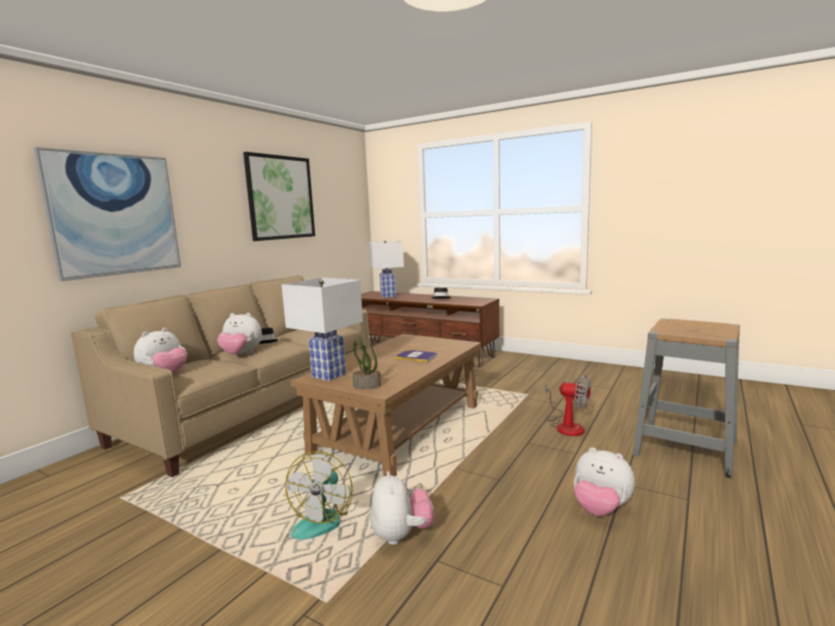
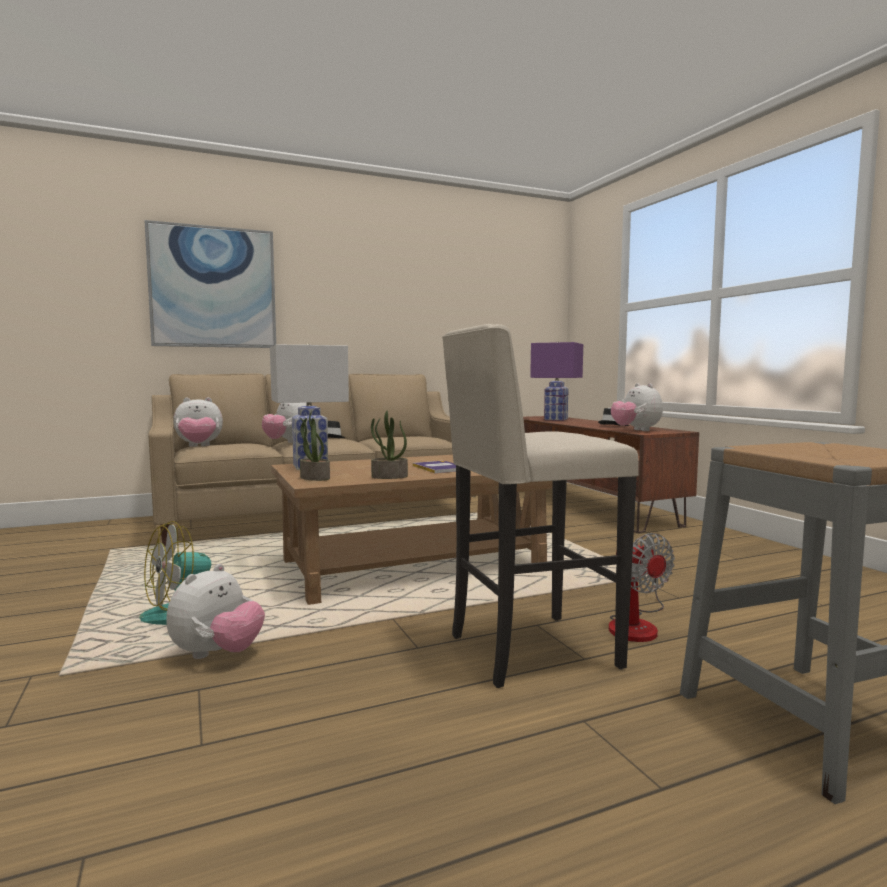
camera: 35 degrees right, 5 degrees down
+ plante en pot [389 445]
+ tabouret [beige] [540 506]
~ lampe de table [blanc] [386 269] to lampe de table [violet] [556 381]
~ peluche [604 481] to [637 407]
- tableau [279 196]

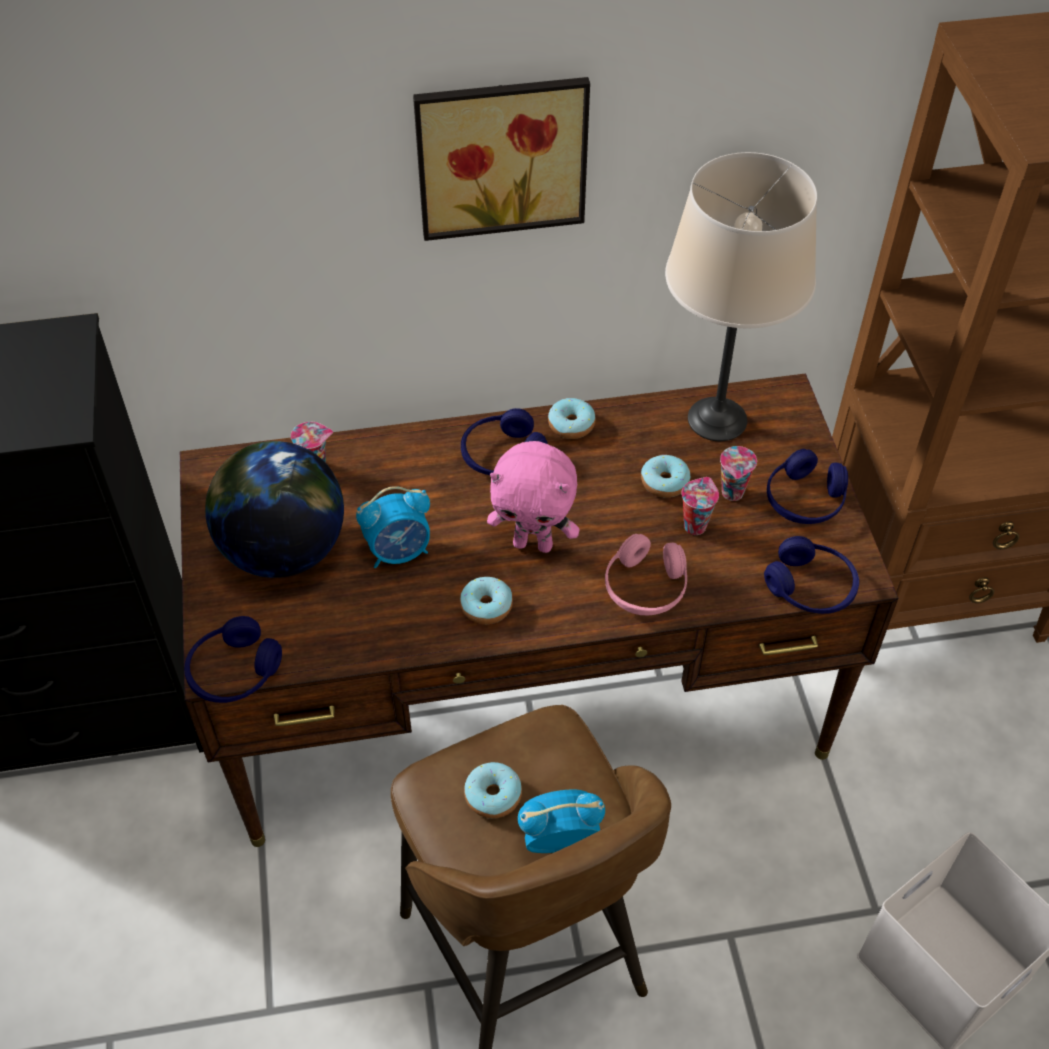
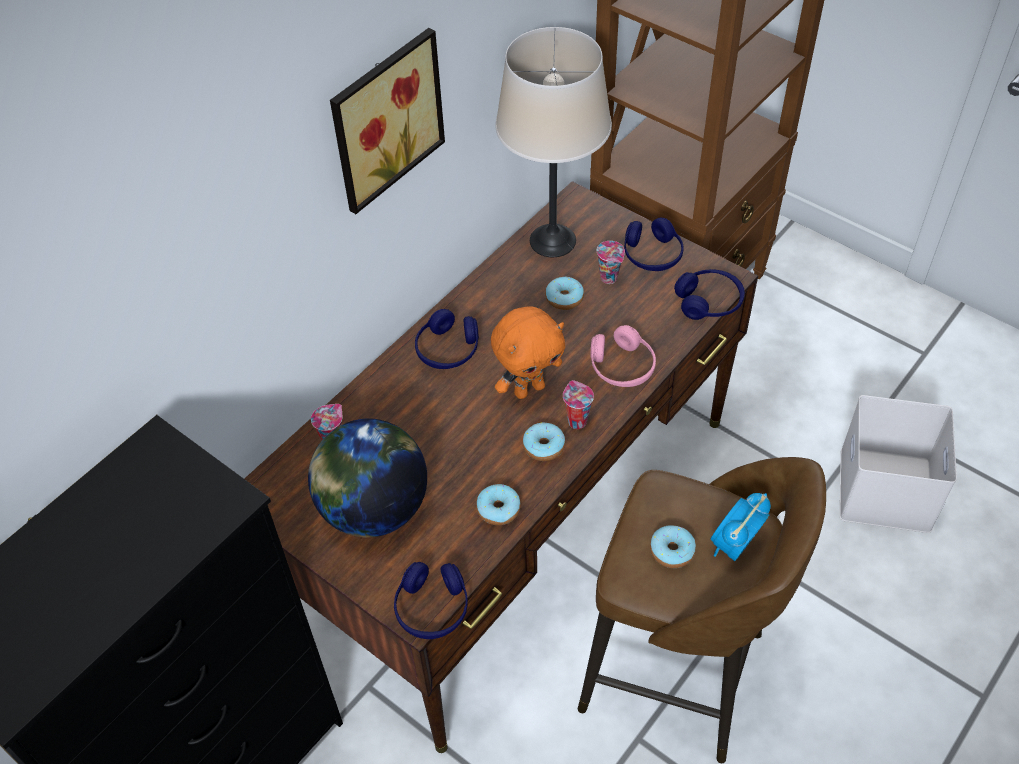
camera: 40 degrees left, 0 degrees up
~ beignet [572 418] to [498 504]
~ peluche [rose] [533 497] to peluche [orange] [528 353]
~ tasse [700 506] to [578 404]
- réveil [393 527]

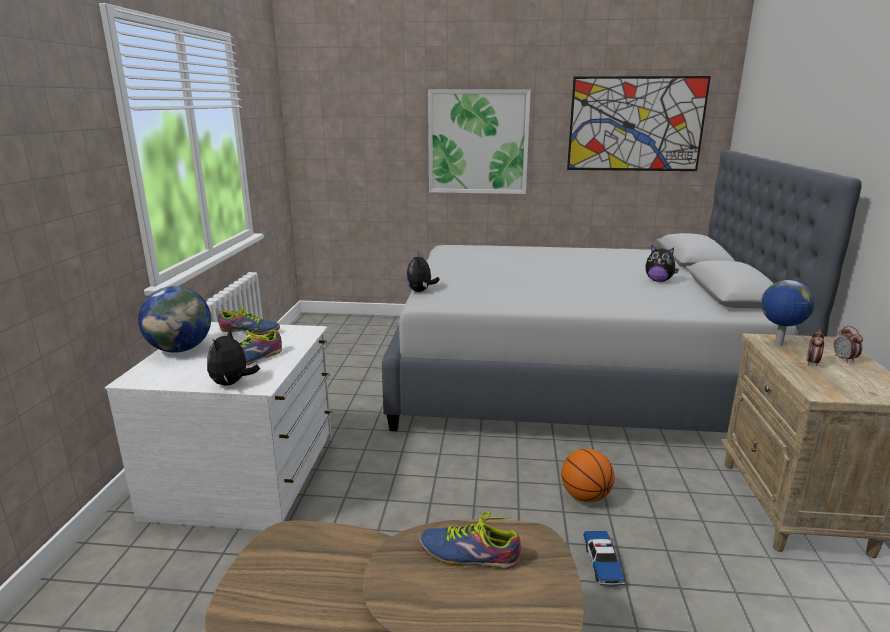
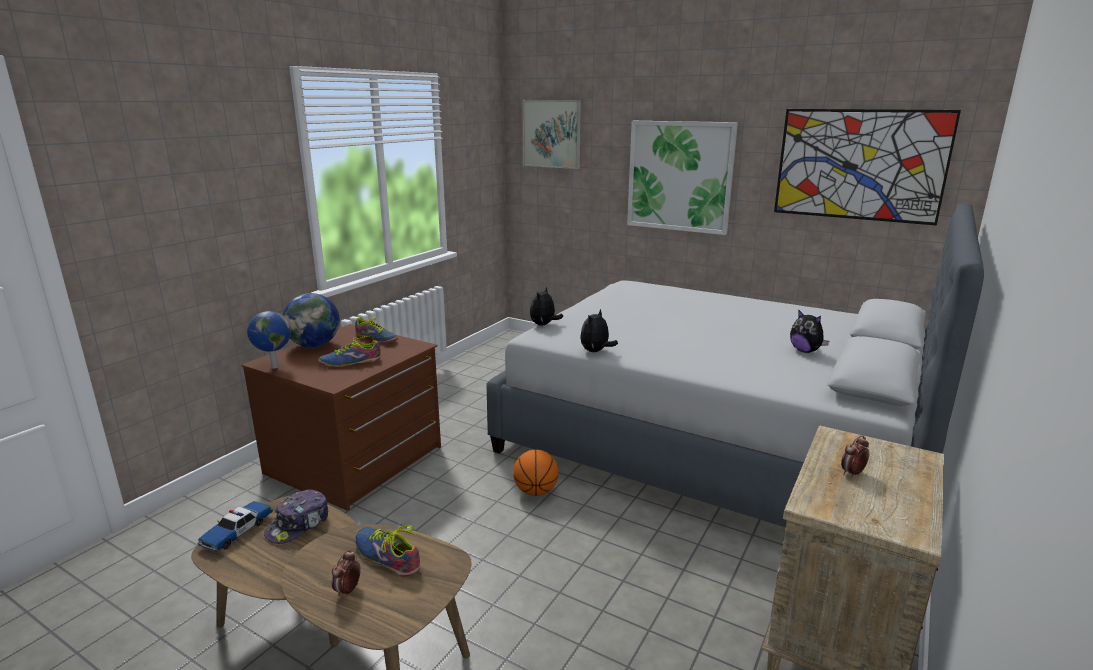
camera: 25 degrees right, 0 degrees up
~ petite voiture [604 559] to [235 526]
~ commode [blanc] [219 426] to commode [marron] [341 417]
~ globe [788 313] to [269 340]
+ casquette [296 517]
~ réveil [848 344] to [346 573]
~ ballon de basket [587 475] to [536 473]
+ tableau [551 134]
~ peluche [233 357] to [599 330]

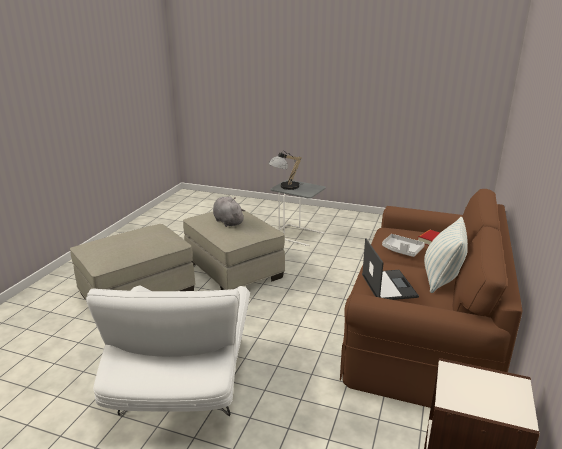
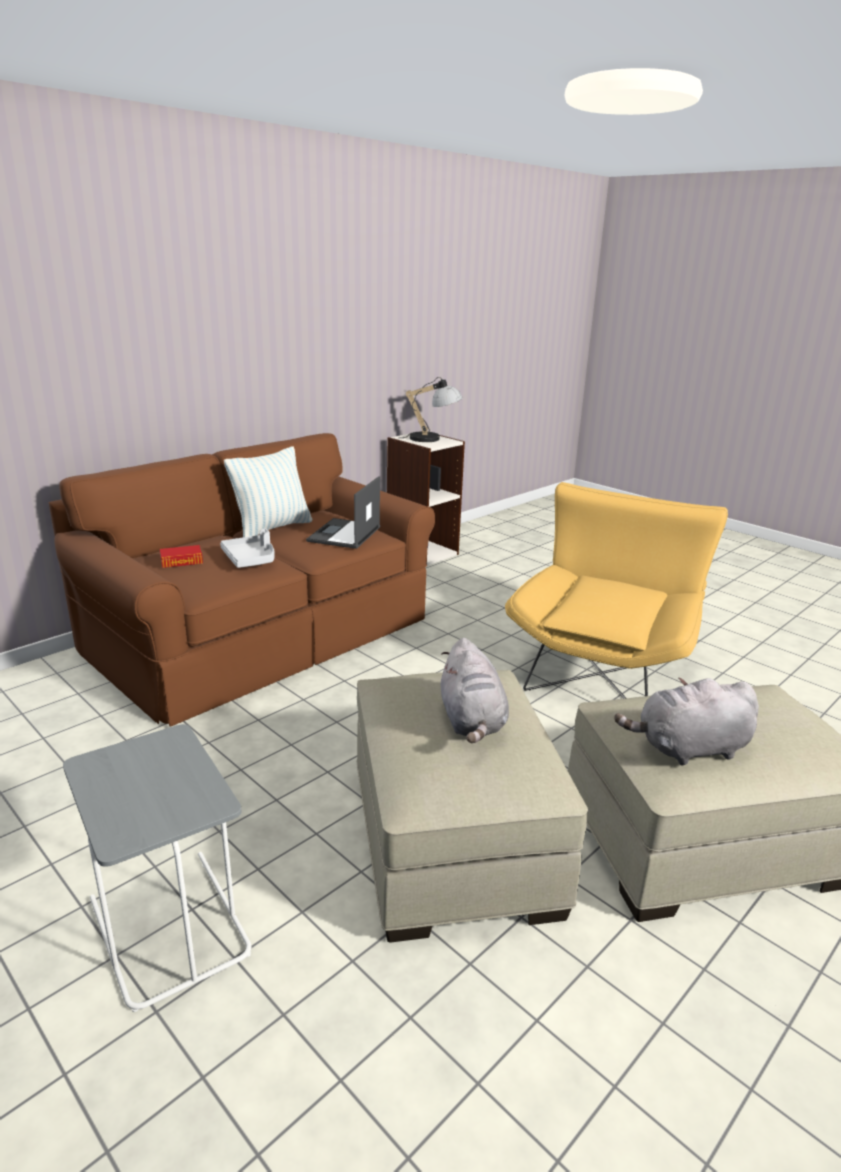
camera: 155 degrees left, 0 degrees up
~ lampe de table [285 170] to [430 409]
~ fauteuil [blanc] [168 351] to fauteuil [jaune] [616 590]
+ peluche [gris] [687 721]

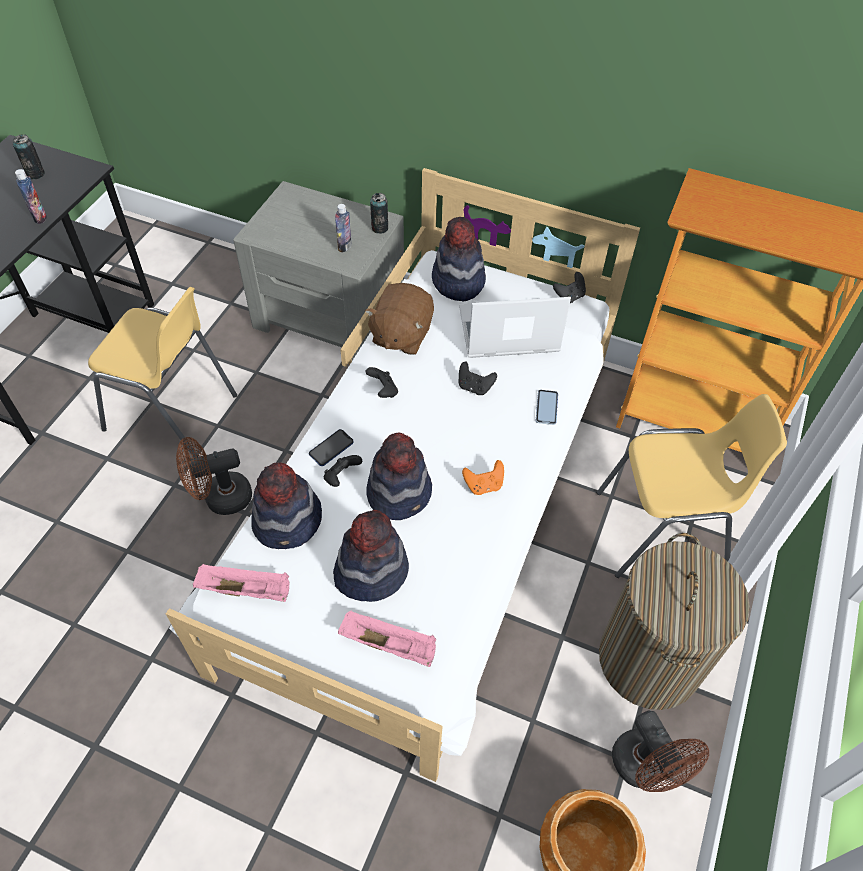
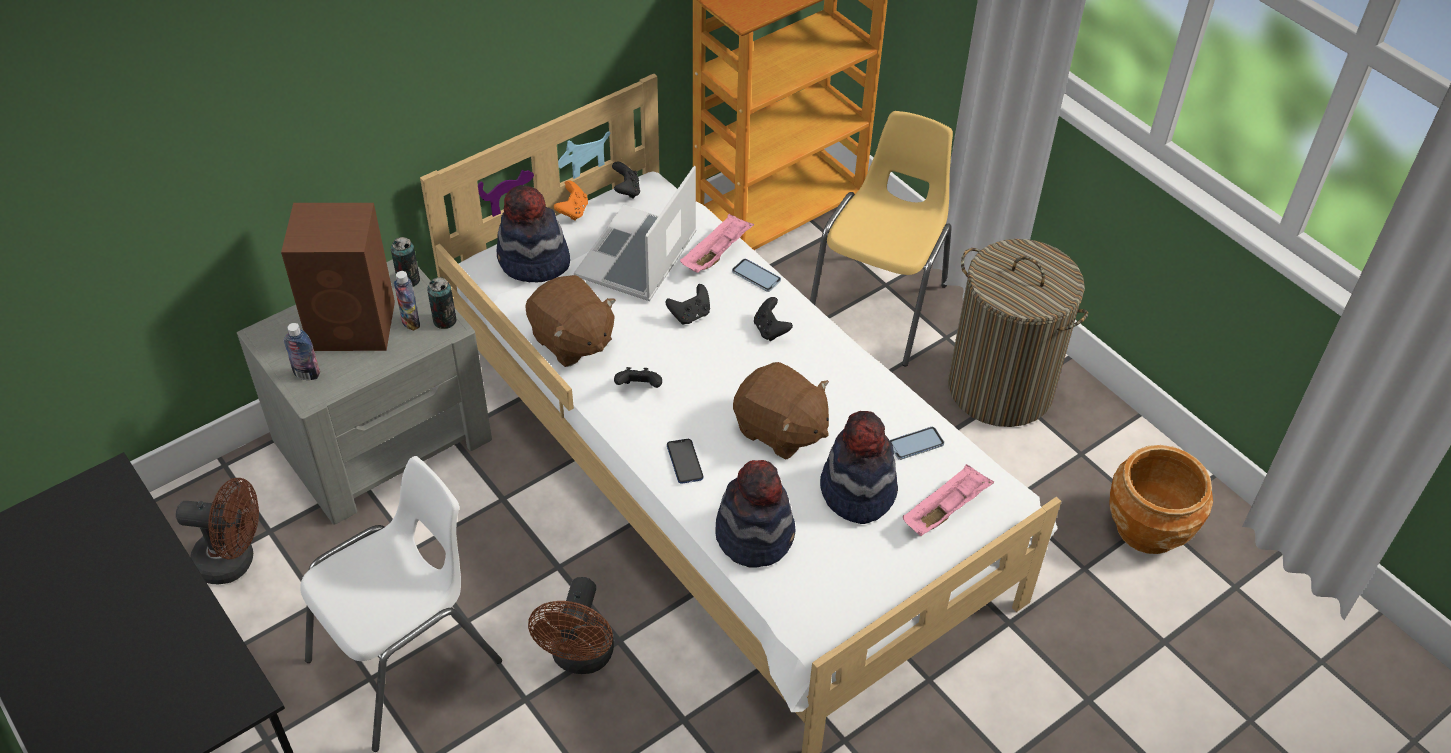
camera: 60 degrees left, 5 degrees down
~ ventilateur [marron] [660 751] to [217 531]
+ enceinte [marron] [338 277]
~ bouteille [31 196] to [302 351]
~ chaise [jaune] [162 372] to chaise [blanc] [401 604]
~ boîte métallique [29 157] to [441 303]
~ manette [orange] [483 477] to [571 200]
~ plateau [rose] [241 583] to [717 243]
~ chapeau [399 476] to peluche [marron] [781 411]
~ manette [noir] [343 471] to [773 319]
+ téléphone [917 443]

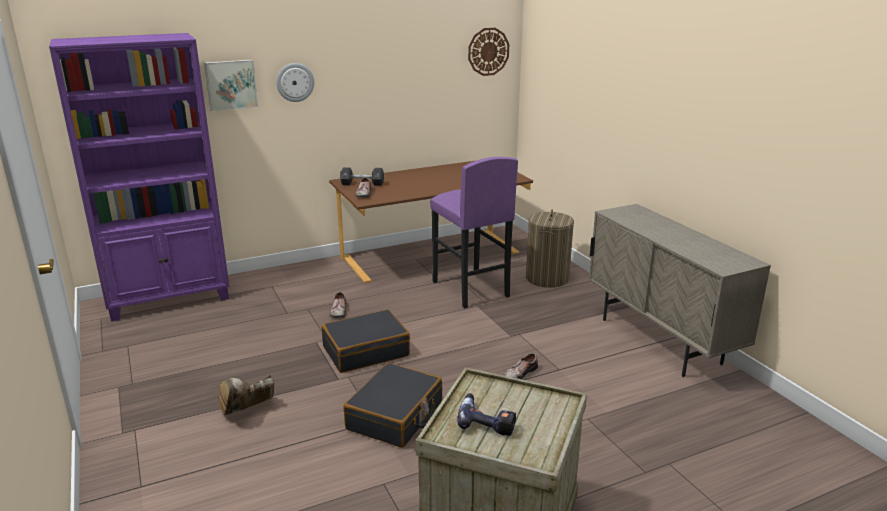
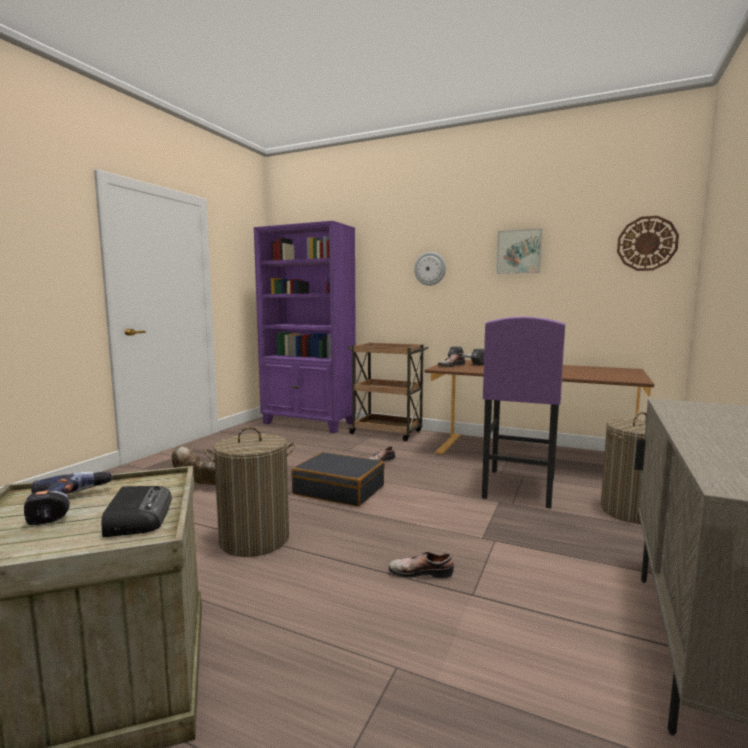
camera: 50 degrees right, 15 degrees down
+ radio [137 511]
~ valise [noir] [392 405] to panier à linge [250 492]
+ chariot [marron] [387 391]
~ tableau [231 85] to [519 251]

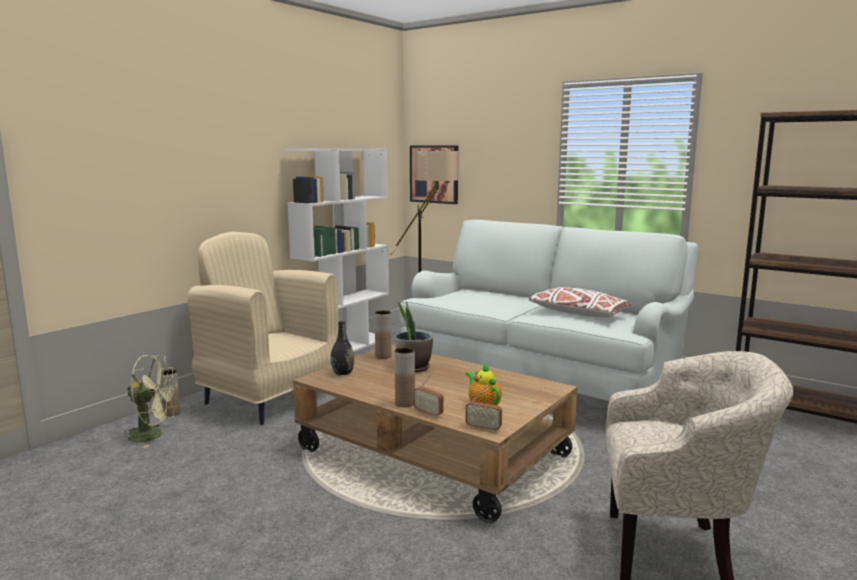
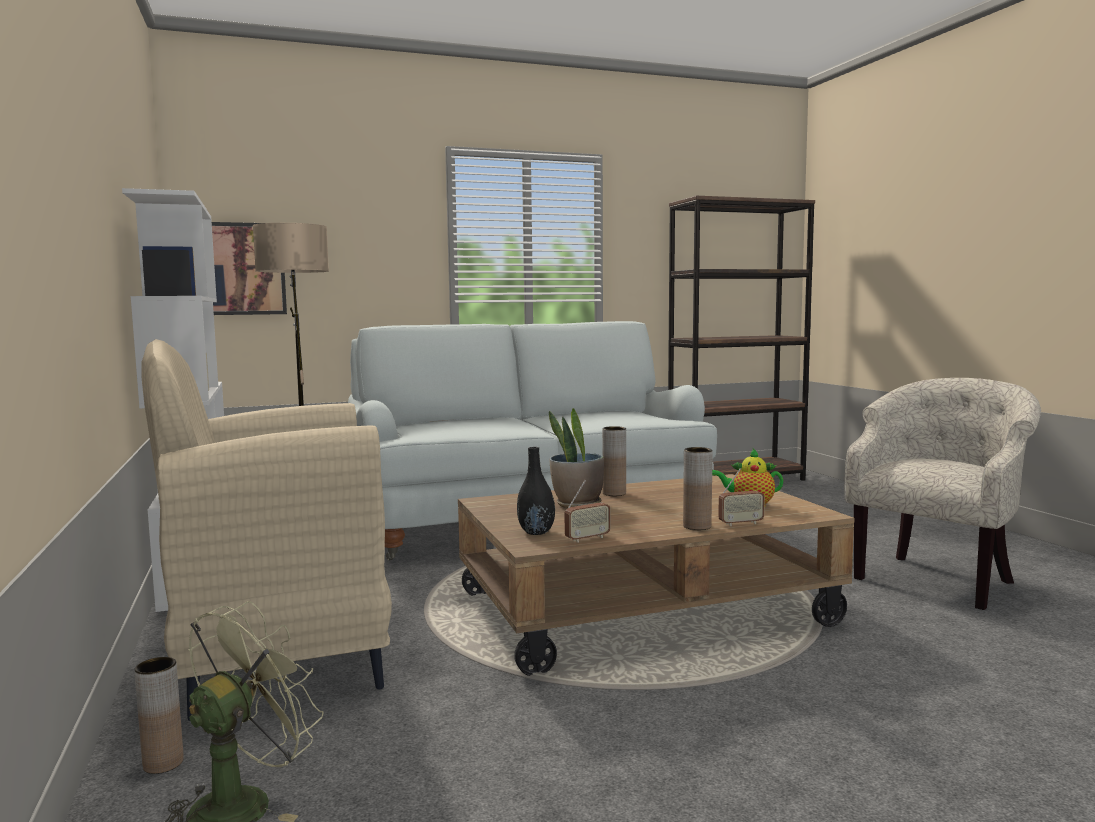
camera: 55 degrees left, 5 degrees down
~ radio [484 408] to [587 511]
~ vase [marron] [383 334] to [614 461]
- coussin [blanc] [581 302]

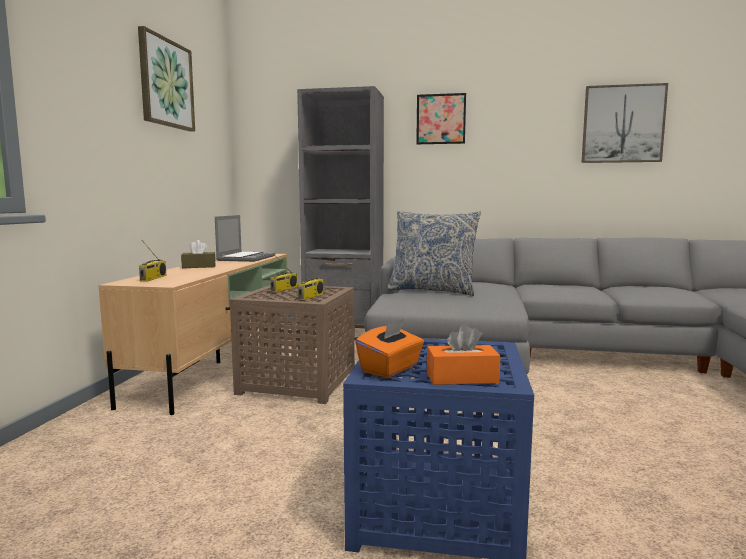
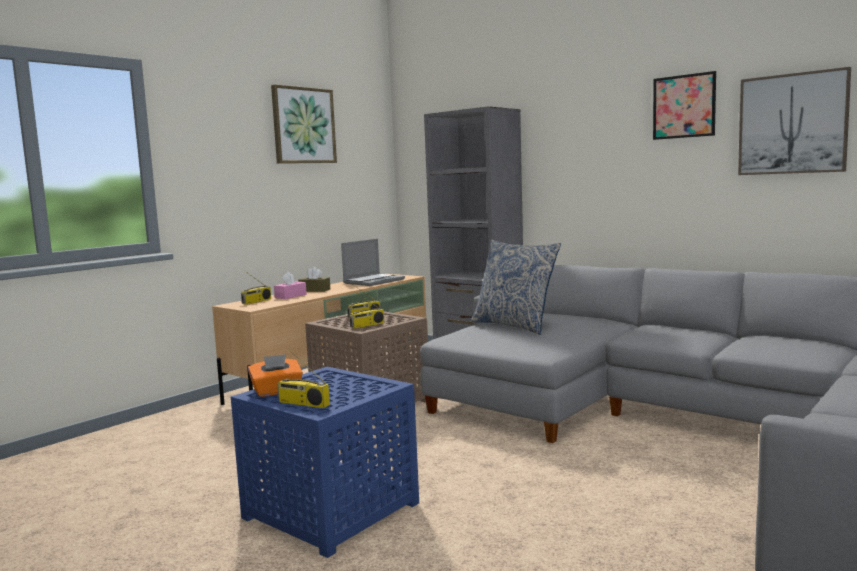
camera: 30 degrees right, 0 degrees up
+ boîte à mouchoirs [rose] [290 285]
~ boîte à mouchoirs [orange] [463 354] to radio [303 378]
~ tableau [441 118] to [684 105]

